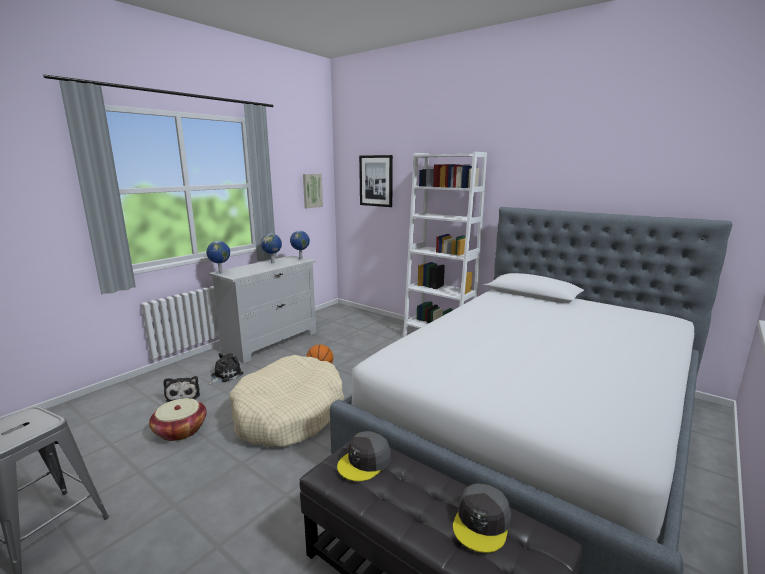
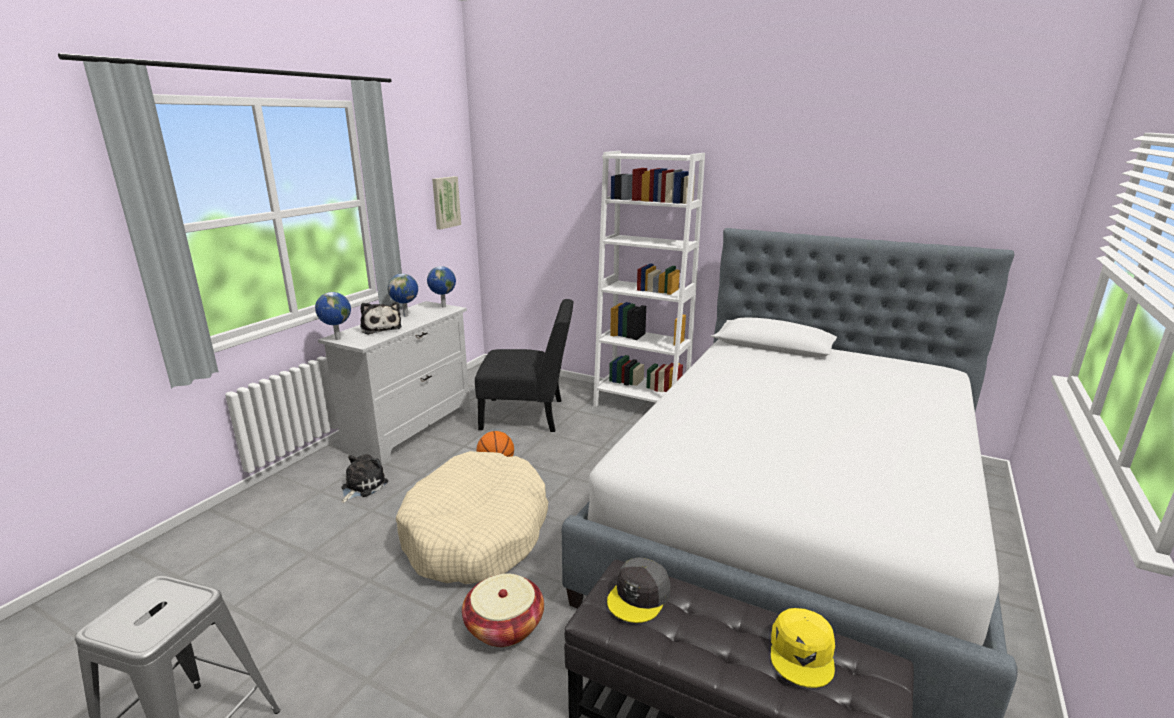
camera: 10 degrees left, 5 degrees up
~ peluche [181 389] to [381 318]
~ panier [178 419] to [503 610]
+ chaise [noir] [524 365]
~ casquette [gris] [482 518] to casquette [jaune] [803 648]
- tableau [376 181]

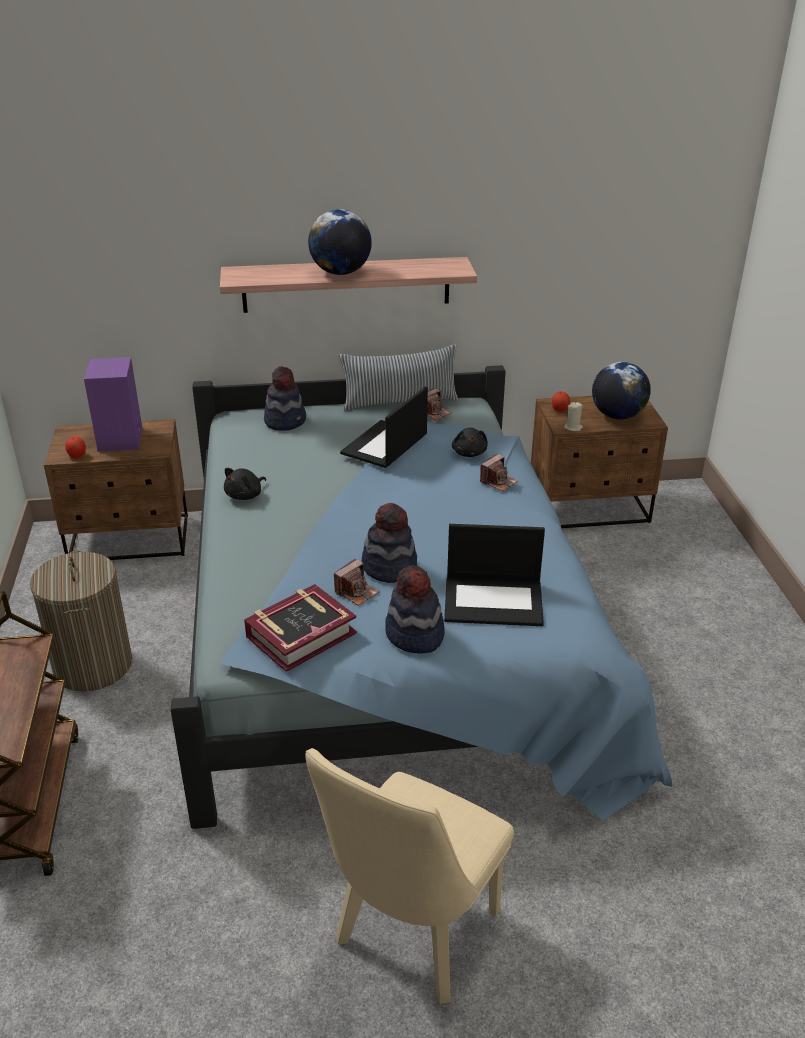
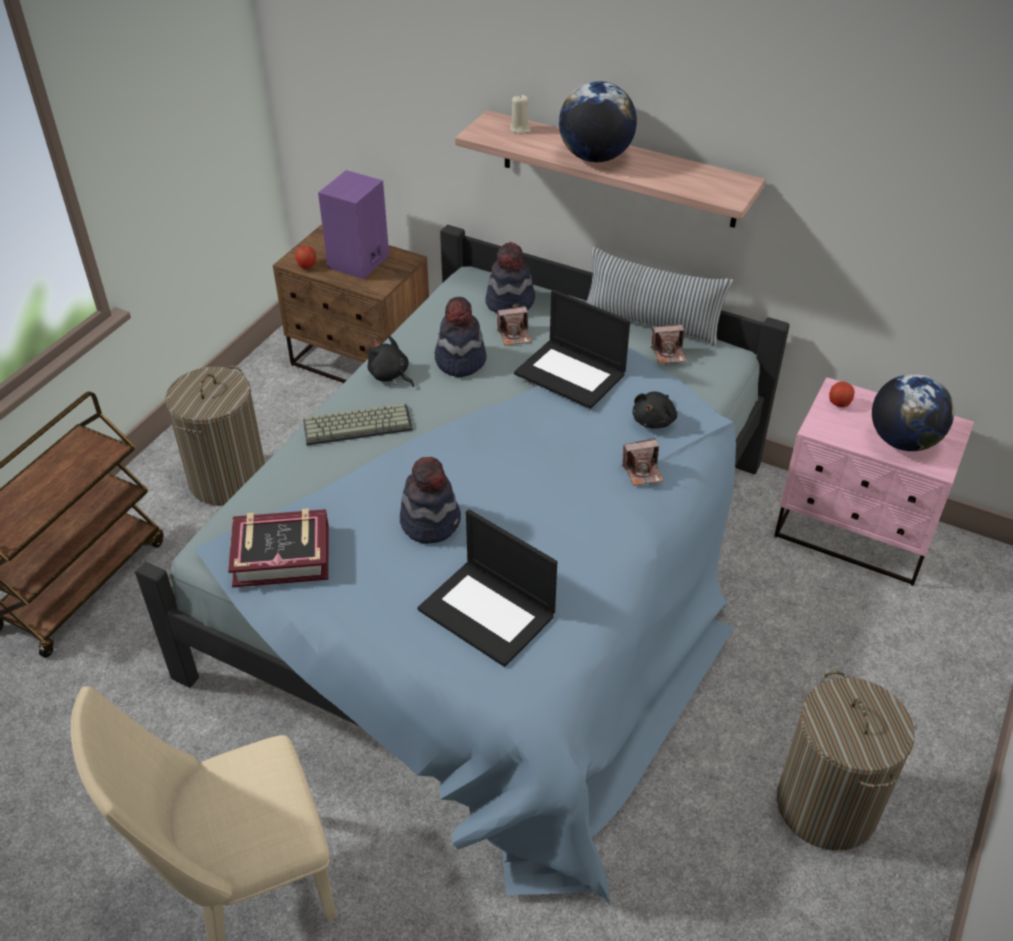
camera: 35 degrees right, 10 degrees up
+ clavier [358 424]
~ peluche [noir] [245 484] = [390 361] 60 degrees clockwise
~ chapeau [415 609] to [461 337]
~ appareil photo [356 582] to [514 326]
~ bougie [beige] [573 416] to [520 114]
~ ordinateur portable [384 427] = [572 349] 120 degrees counterclockwise
~ table de chevet [marron] [599 462] to table de chevet [rose] [874 481]
+ panier à linge [846 761]

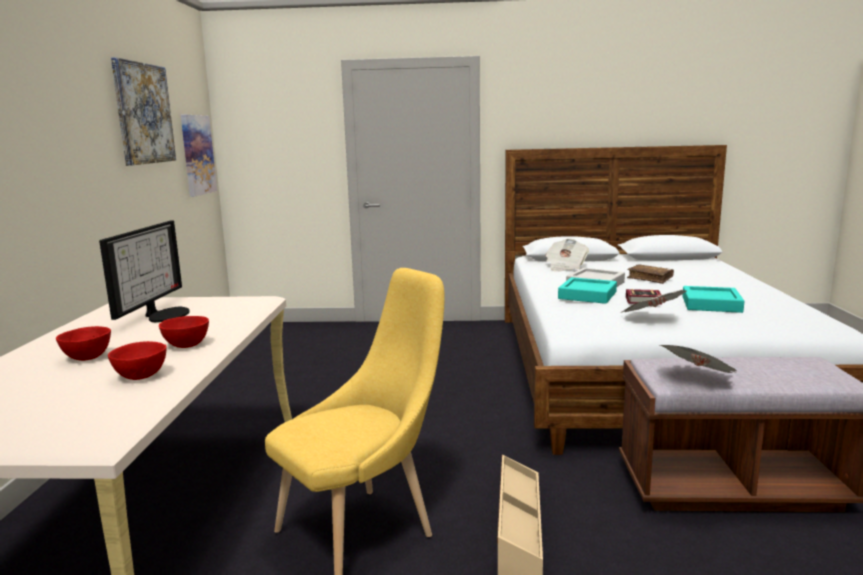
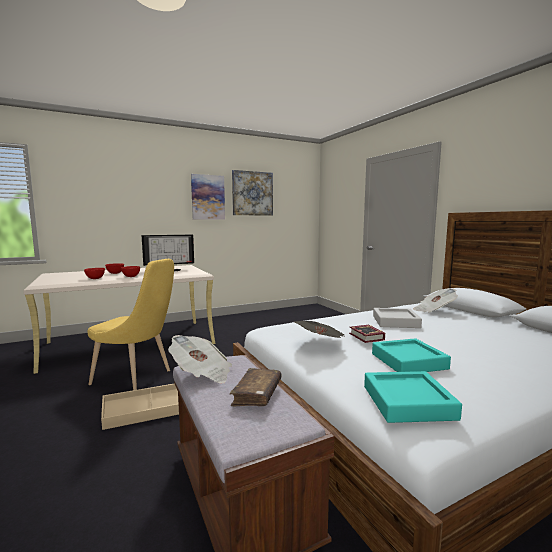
camera: 60 degrees right, 5 degrees down
~ tableau [199 156] to [208 197]
~ livre [marron] [650 274] to [255 387]
~ plateau [turquoise] [587 290] to [413 397]

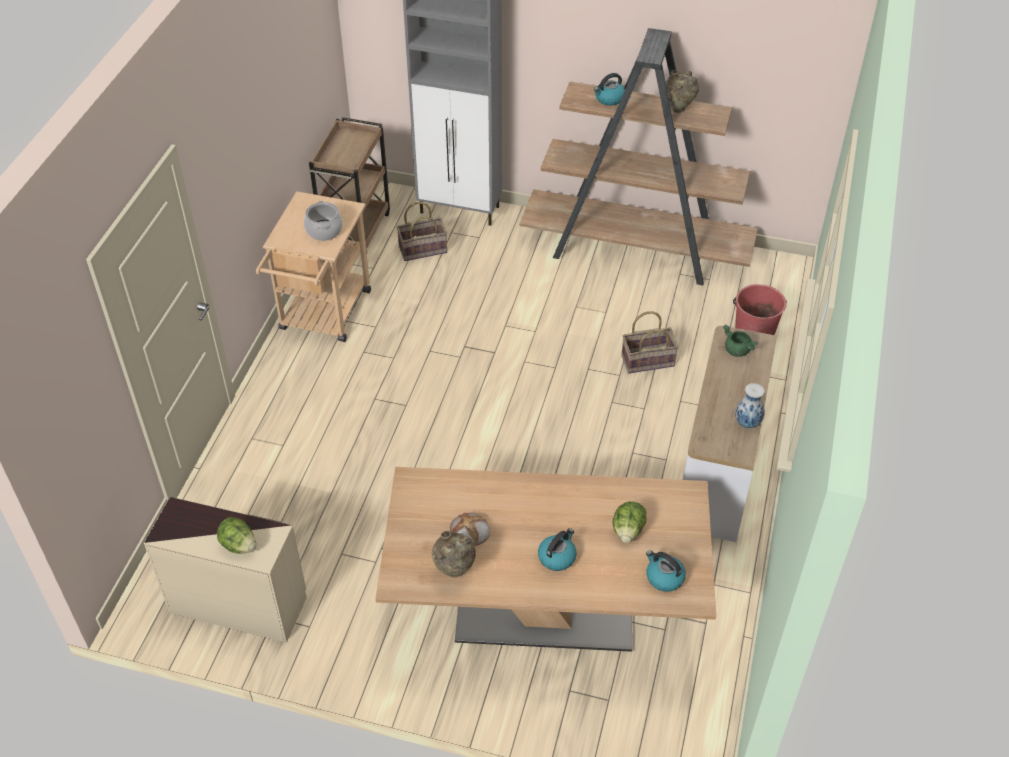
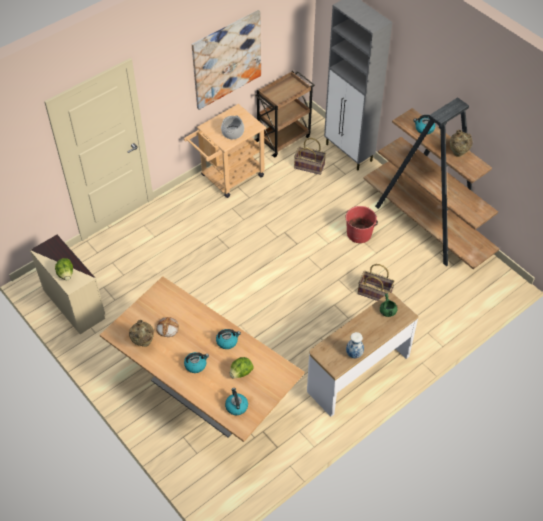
camera: 35 degrees right, 5 degrees up
+ tableau [226 60]
+ bouilloire [228 339]
~ seau [rouge] [760 309] to [362 224]

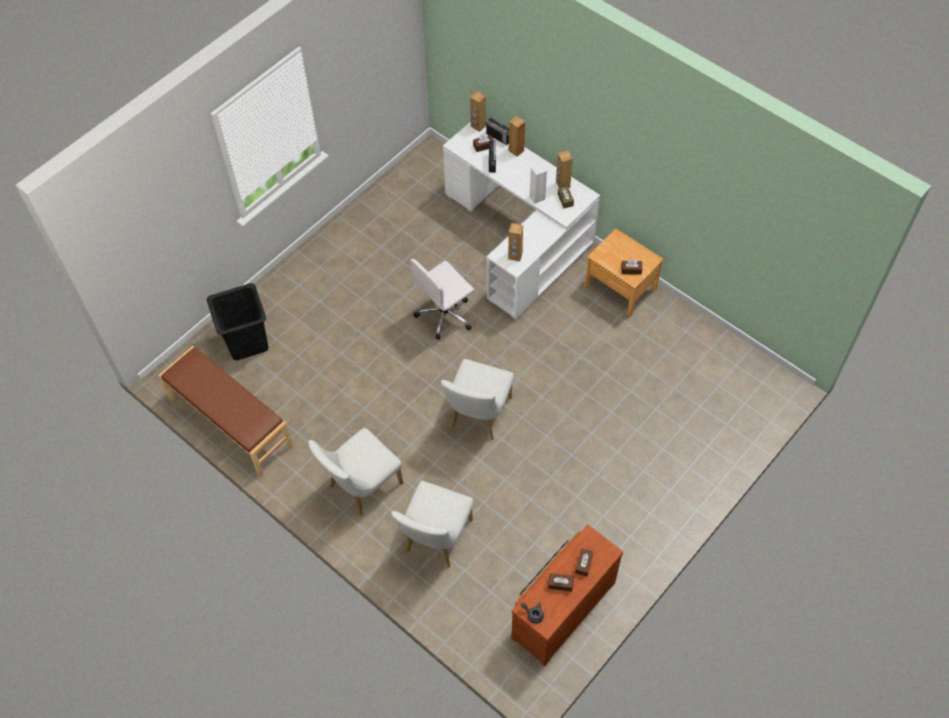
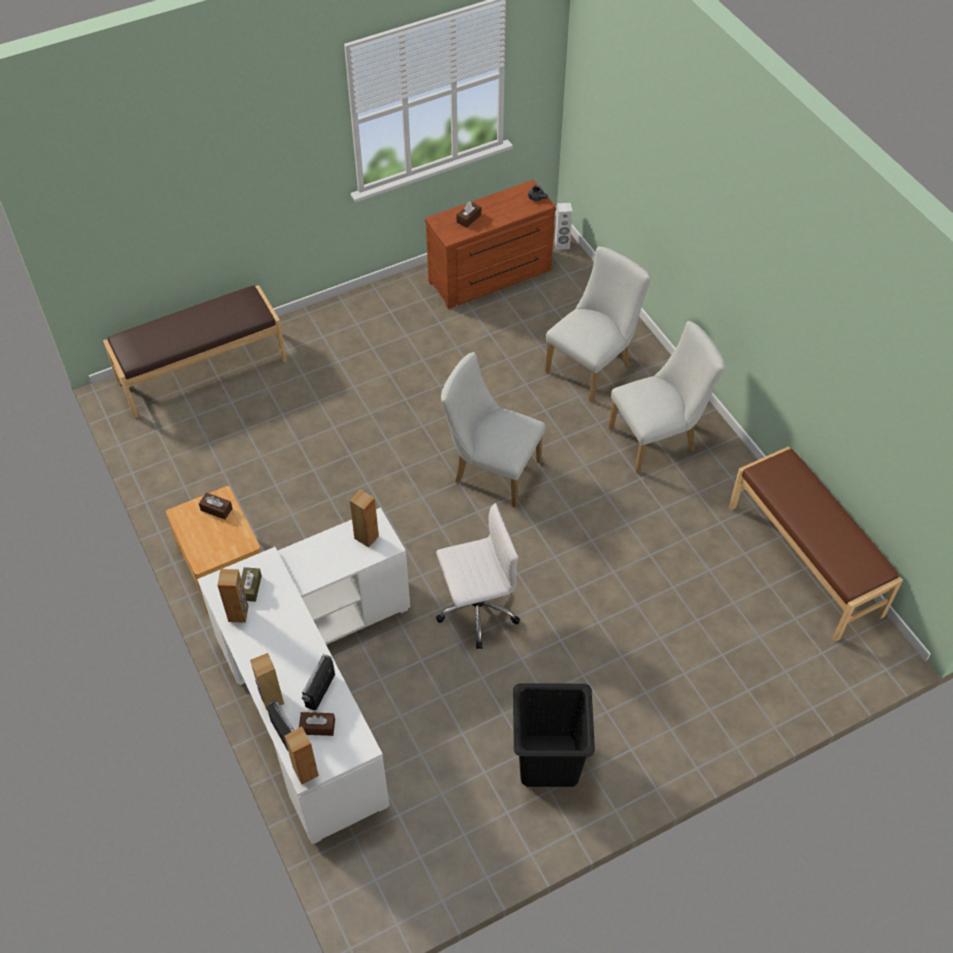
camera: 160 degrees left, 5 degrees down
+ banc [marron] [195 351]
~ chaise [blanc] [477 399] = [493 430] 105 degrees counterclockwise
~ panier à linge [noir] [238 321] to [554 735]
~ enceinte [blanc] [538 183] to [564 226]
- boîte à mouchoirs [marron] [561 582]

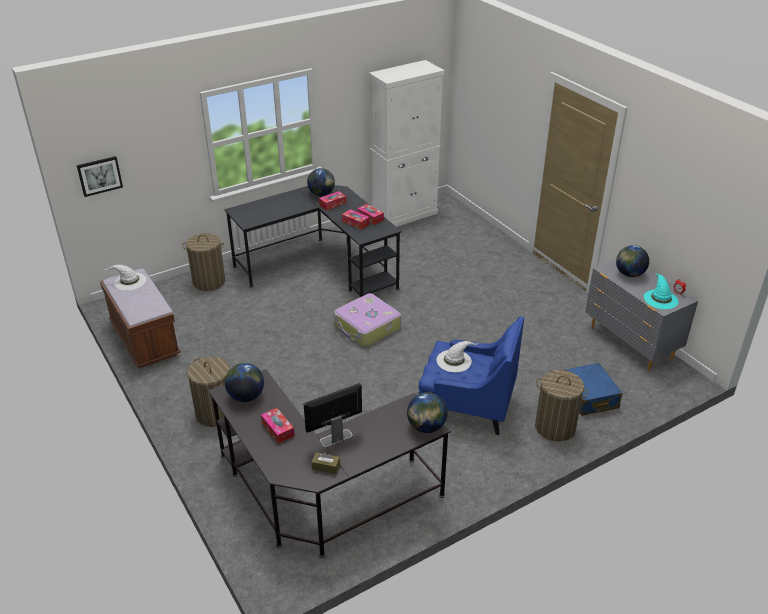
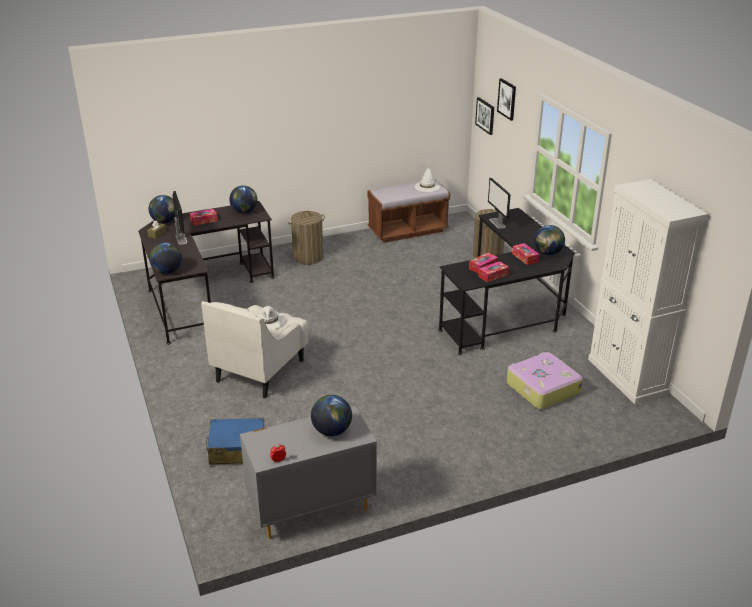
camera: 100 degrees right, 5 degrees down
+ globe [162 209]
~ fauteuil [bleu] [471 375] to fauteuil [blanc] [254 349]
+ écran d'ordinateur [499 203]
+ tableau [506 99]
~ valise [367 320] to [544 380]
- panier à linge [562 406]
- chapeau [turquoise] [661 291]

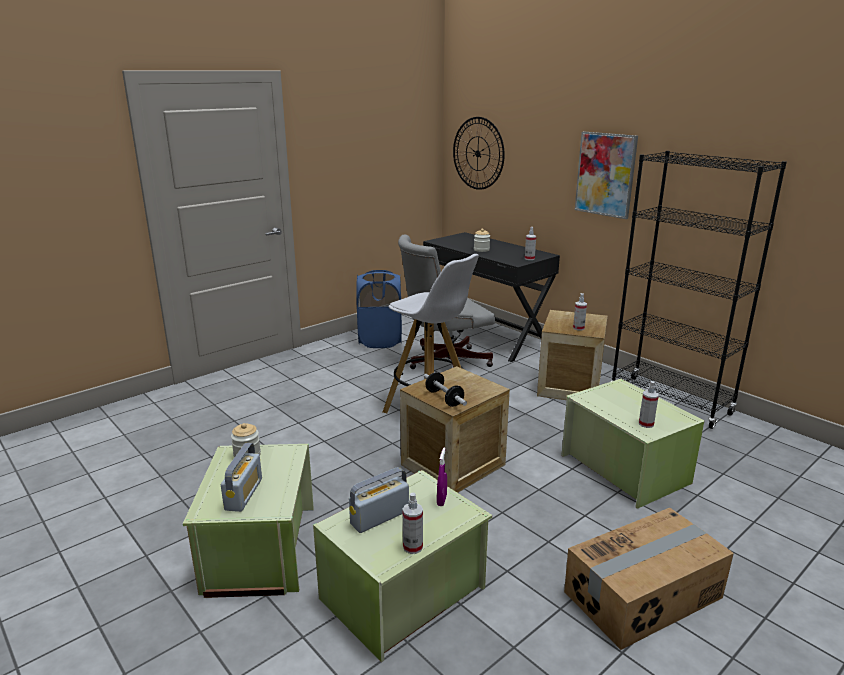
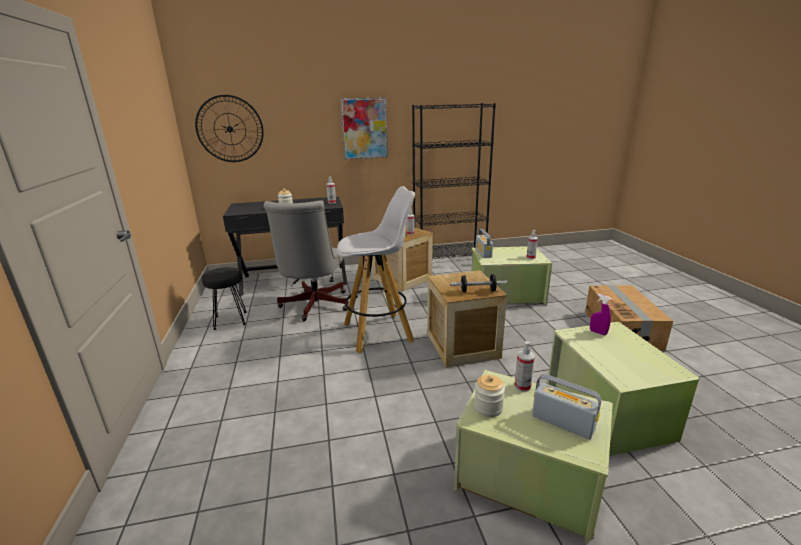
camera: 60 degrees left, 0 degrees up
~ panier à linge [bleu] [379 309] to tabouret [noir] [224 298]
~ radio [379 500] to [484 243]
~ vaporisateur [412 523] to [524 366]

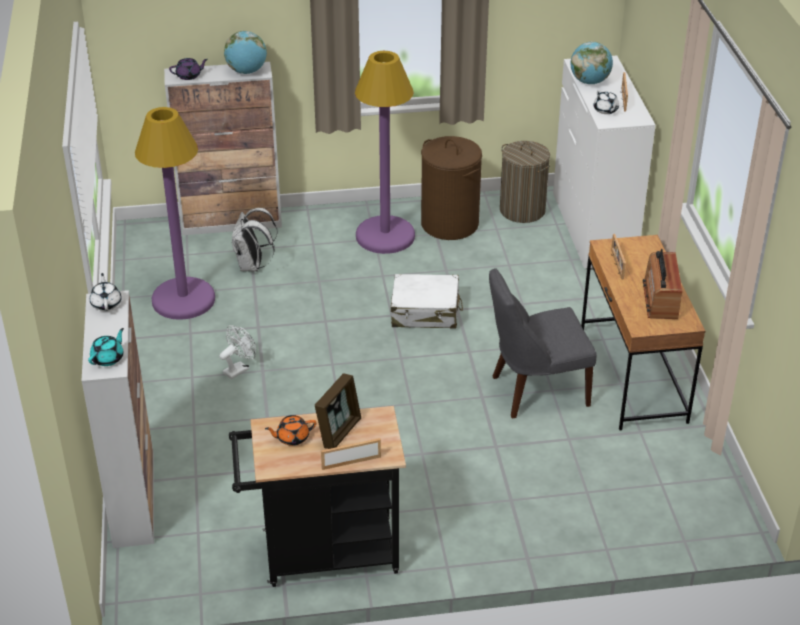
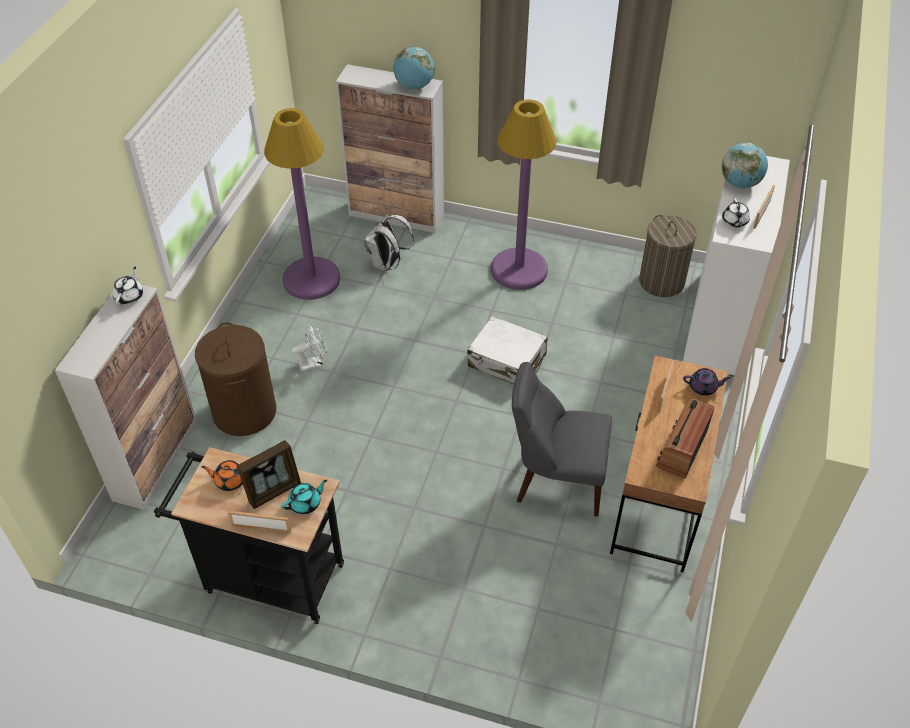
camera: 25 degrees right, 10 degrees up
~ panier à linge [marron] [451 188] to [235 379]
~ théière [turquoise] [106 347] to [304 496]
~ théière [violet] [188 69] to [707 382]

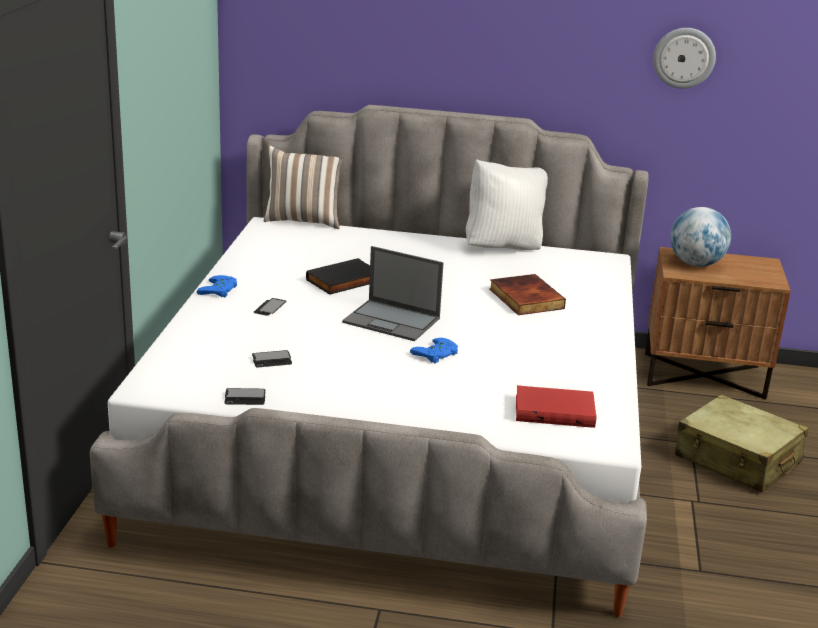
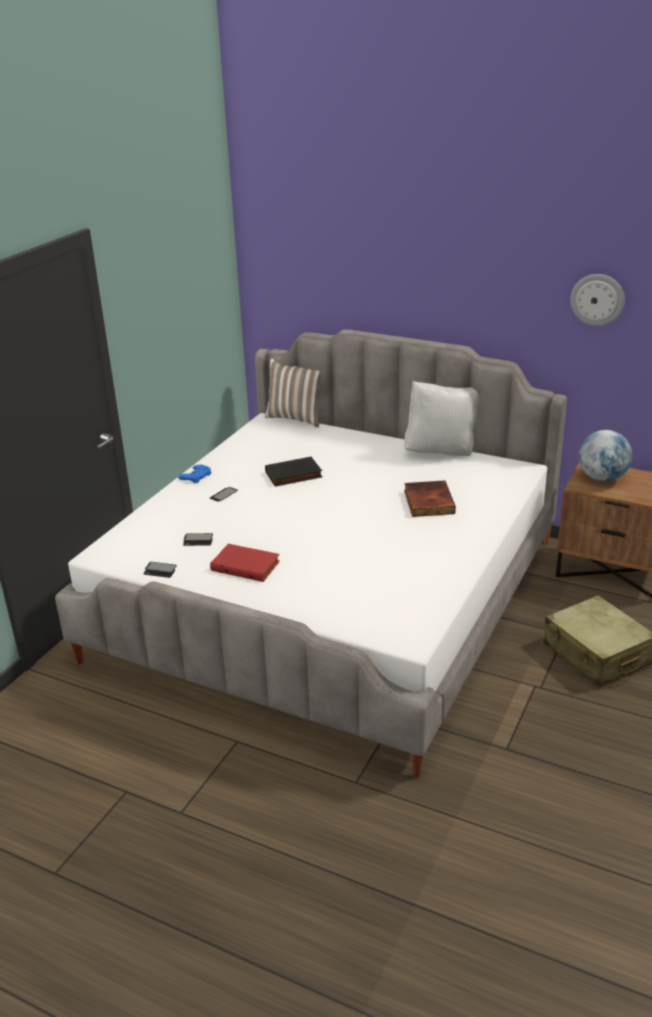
camera: 20 degrees right, 5 degrees up
~ livre [rouge] [556 406] to [245 563]
- ordinateur portable [393 293]
- manette [bleu] [434 350]

